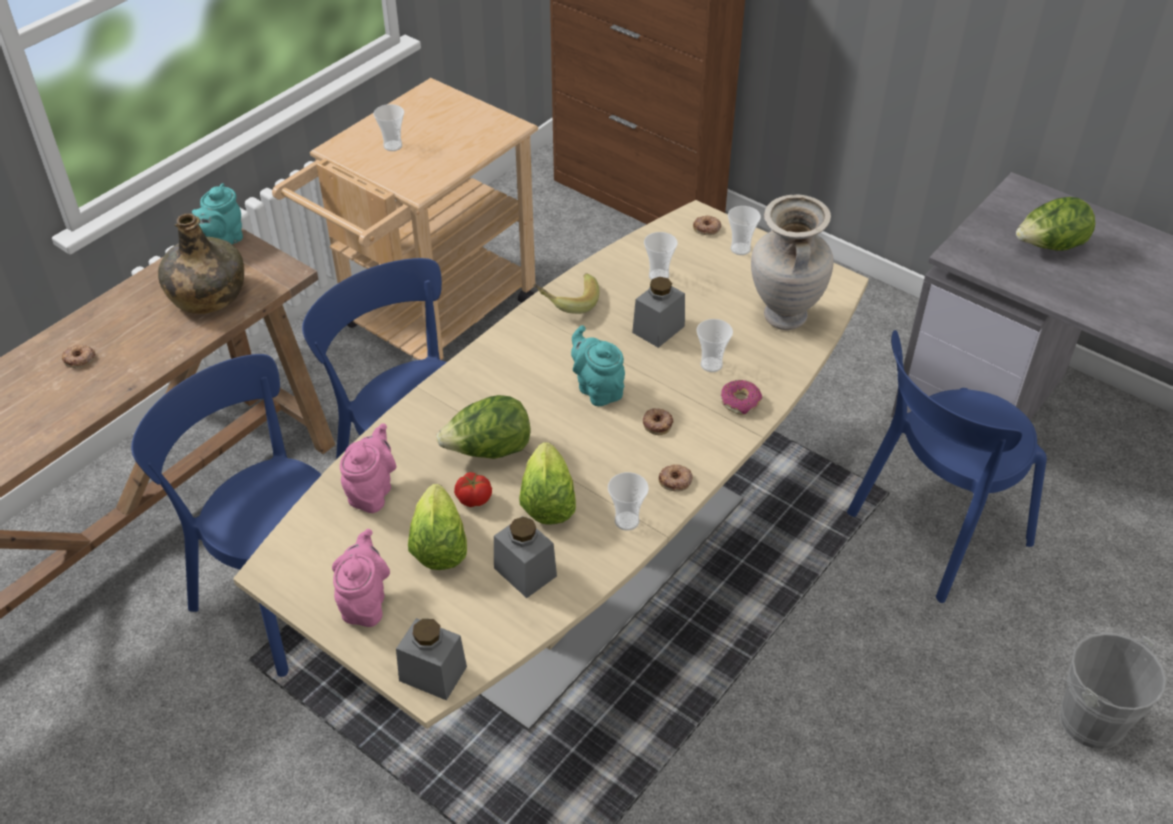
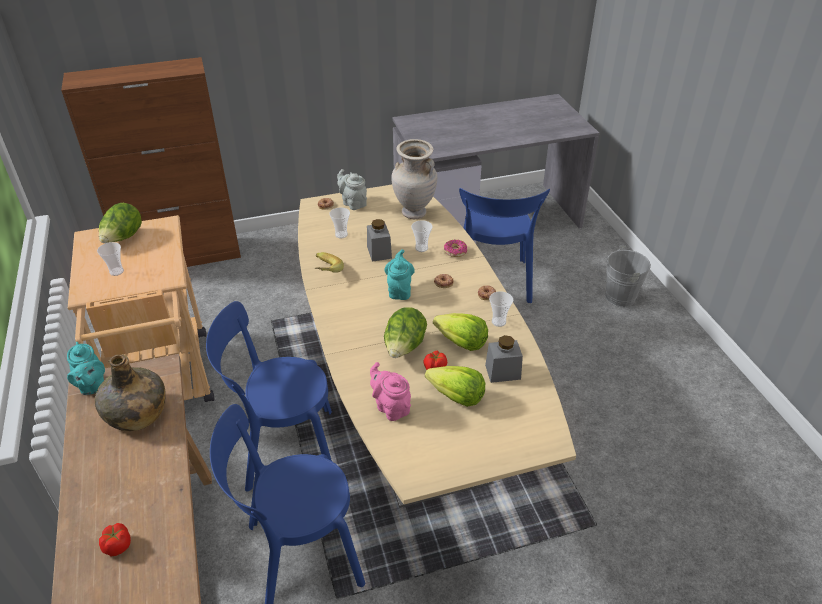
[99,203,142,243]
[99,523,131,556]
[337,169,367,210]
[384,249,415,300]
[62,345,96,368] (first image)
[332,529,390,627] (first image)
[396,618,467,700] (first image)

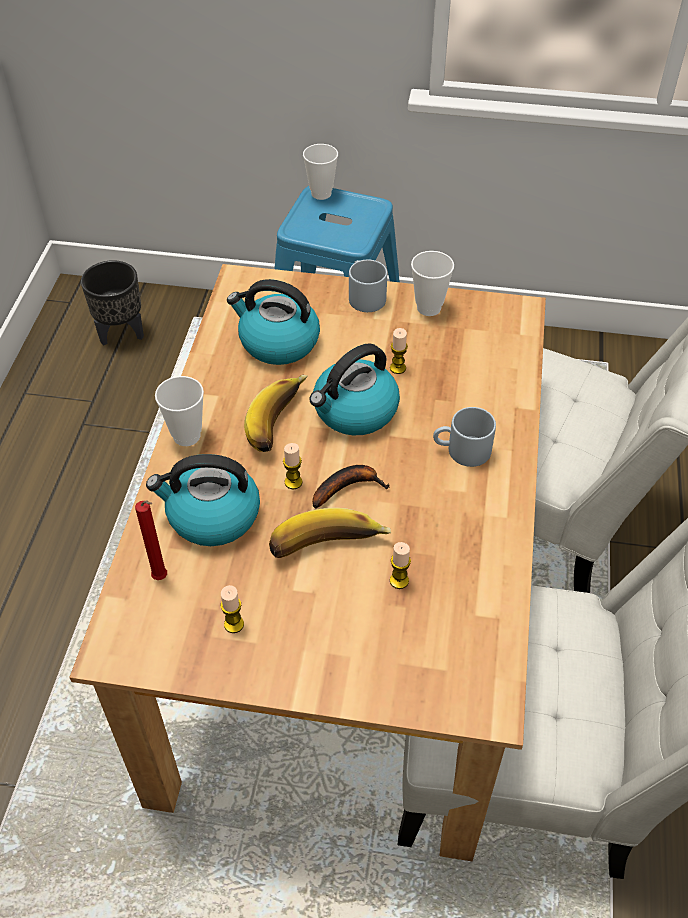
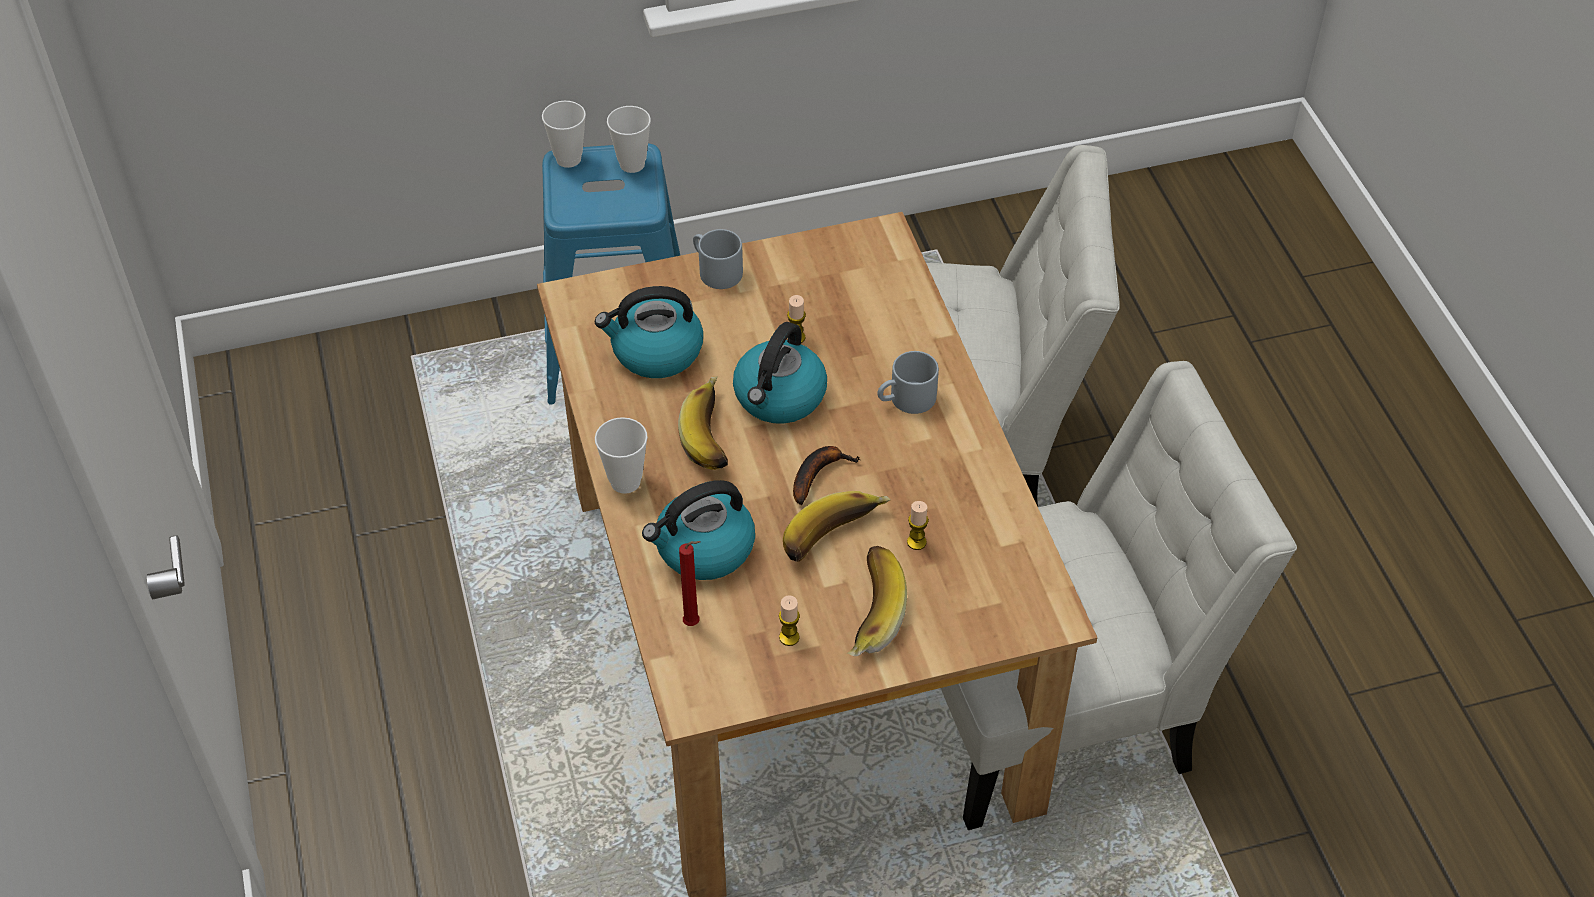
[607,106,651,173]
[847,546,907,656]
[81,260,144,346] (first image)
[283,443,303,489] (first image)

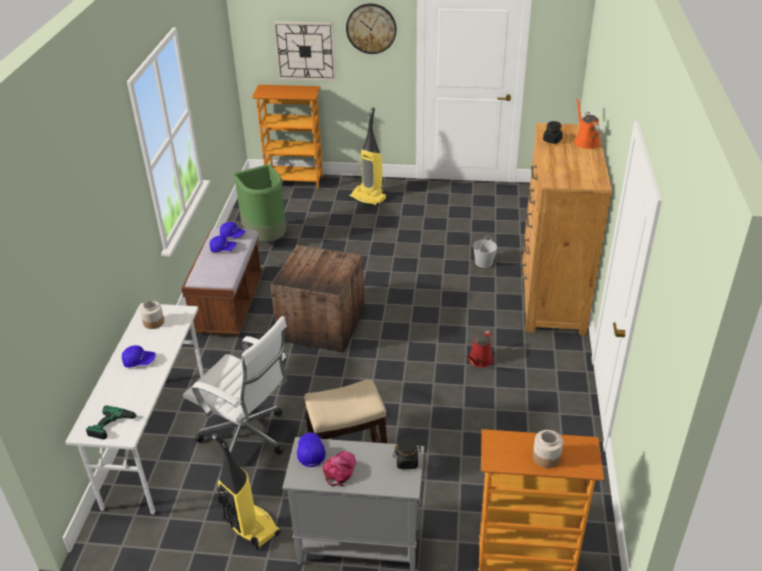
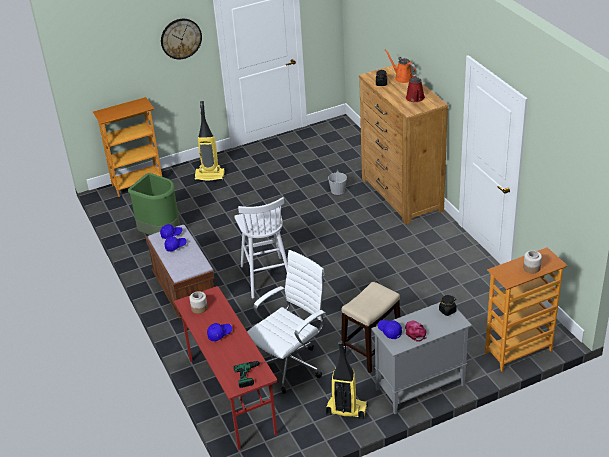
[174,286,278,450]
[234,197,288,299]
[247,250,326,394]
[406,74,425,102]
[273,21,336,81] (first image)

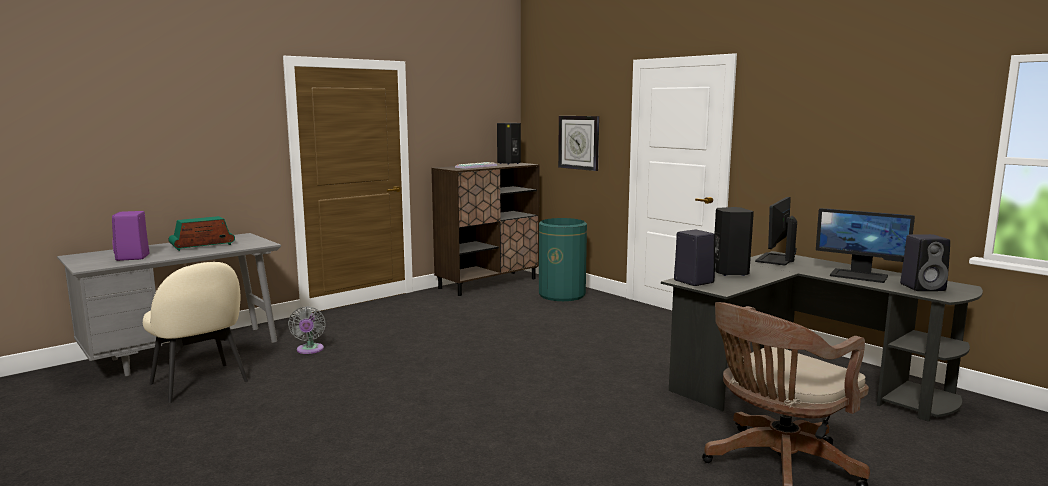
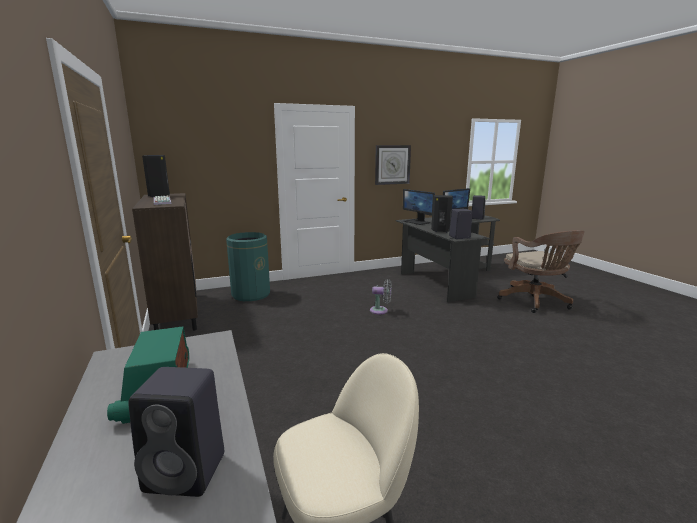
[128,367,224,497]
[370,279,392,314]
[375,145,411,185]

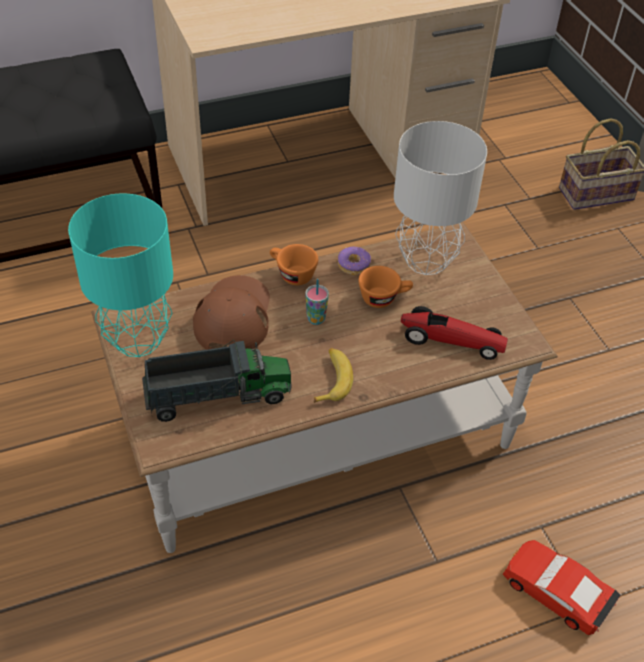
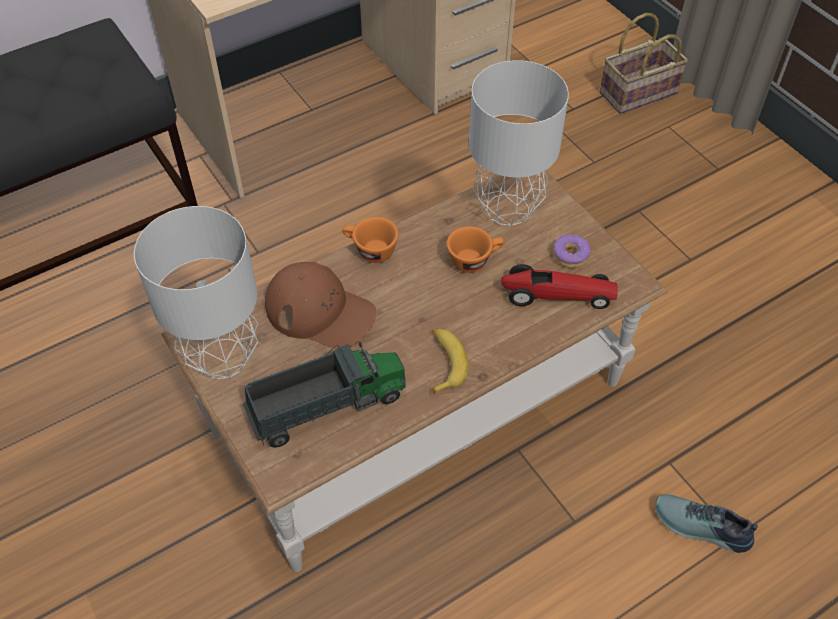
[134,206,258,379]
[265,262,376,349]
[553,234,591,268]
[655,494,758,553]
[305,279,329,325] (first image)

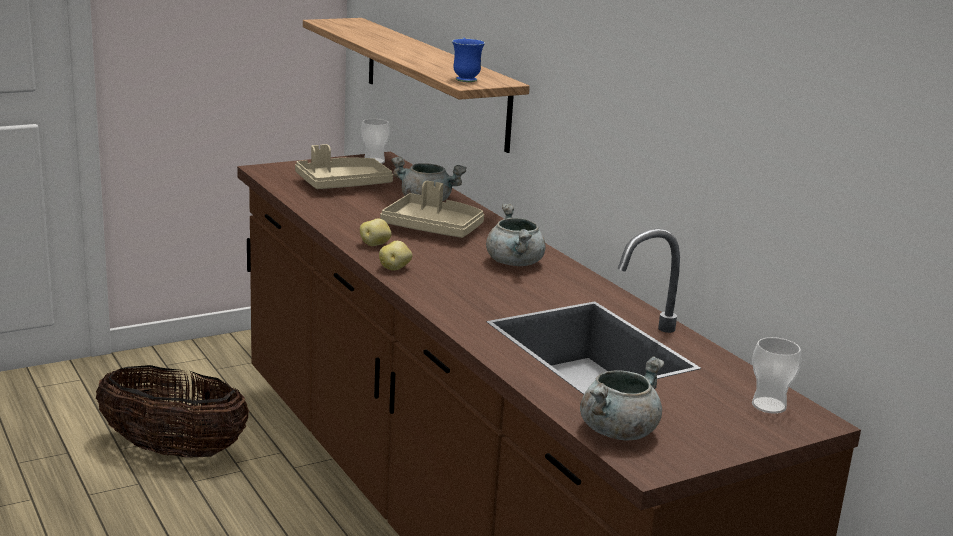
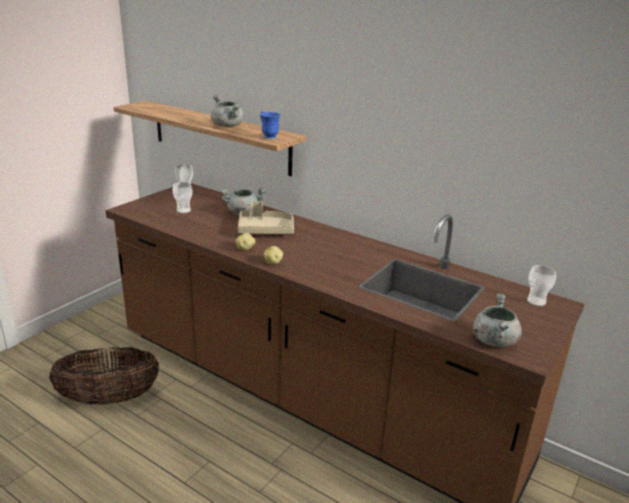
[172,182,193,213]
[211,95,244,127]

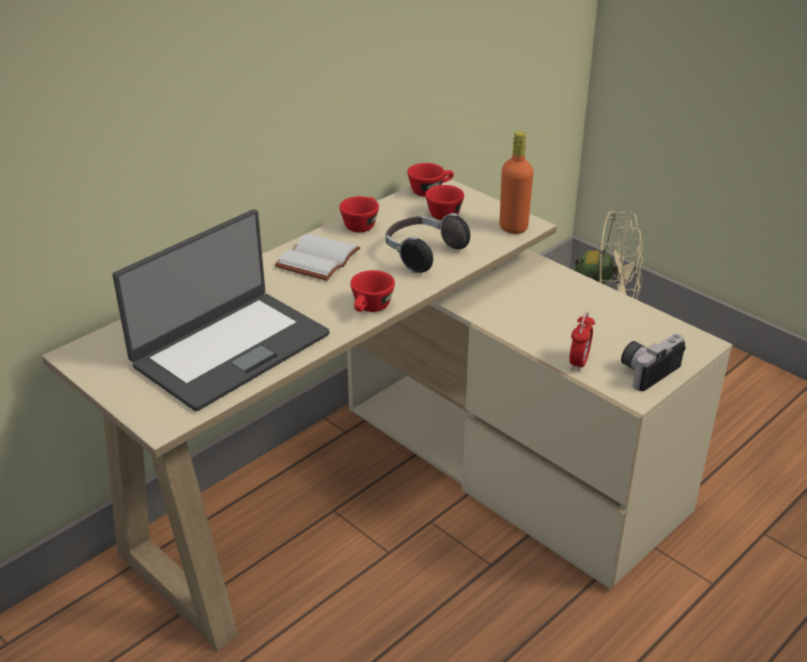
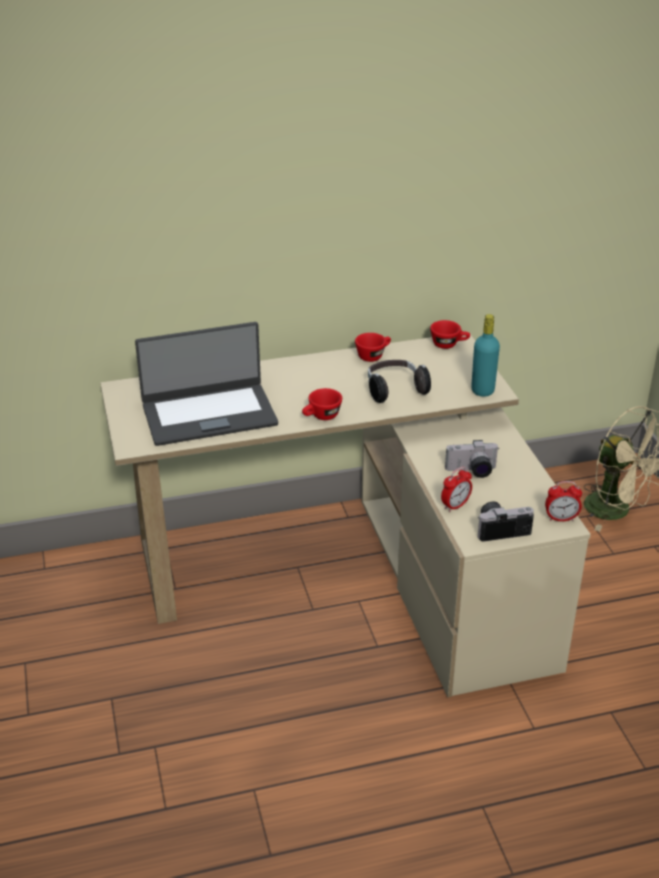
[445,440,498,478]
[471,314,500,397]
[545,481,582,521]
[275,233,360,281] (first image)
[425,185,464,220] (first image)

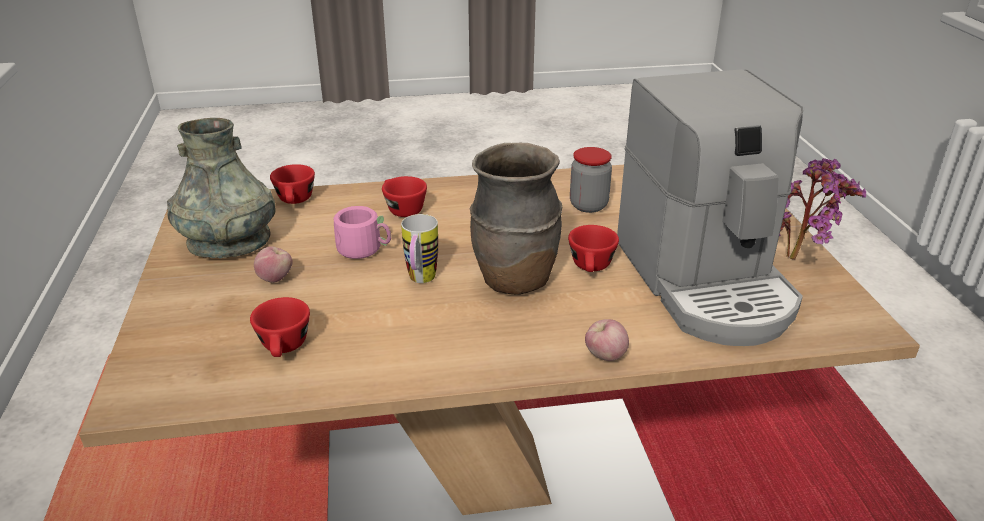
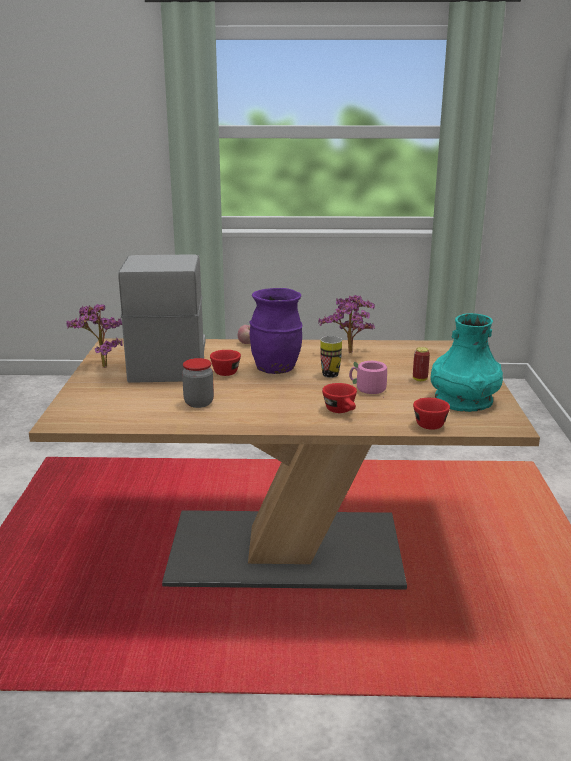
[249,288,302,374]
[318,295,375,353]
[413,347,430,381]
[430,313,503,412]
[250,297,310,357] (first image)

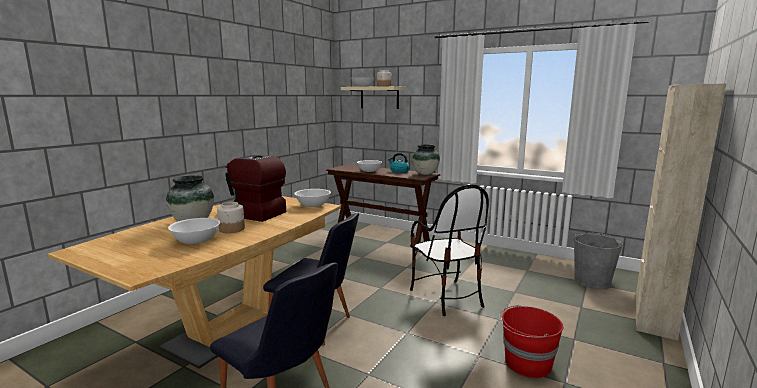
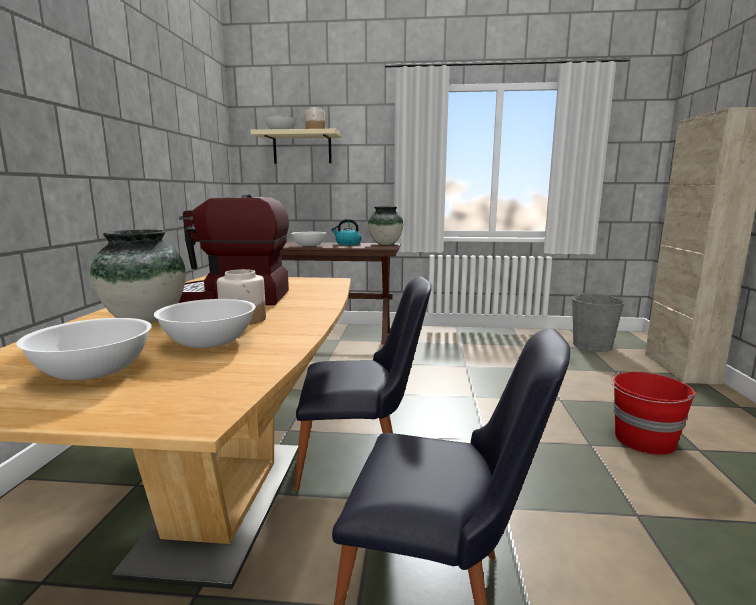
[16,318,152,380]
[410,184,489,316] (first image)

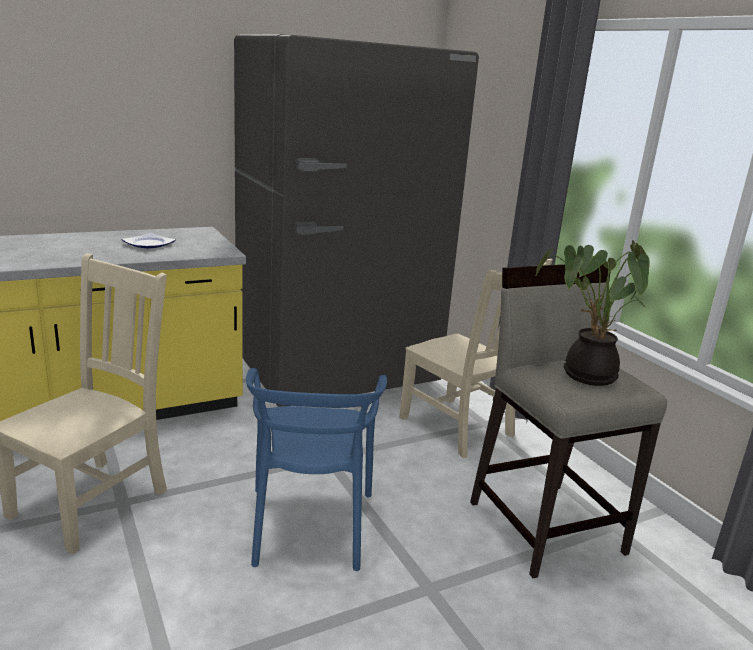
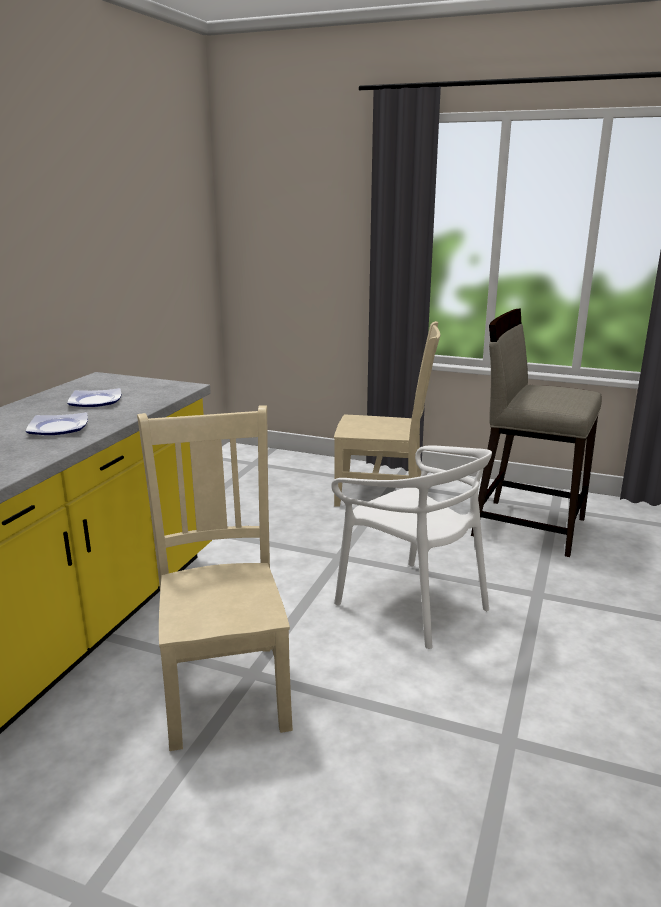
[26,412,88,435]
[331,445,492,649]
[234,34,479,407] (first image)
[535,240,650,386] (first image)

